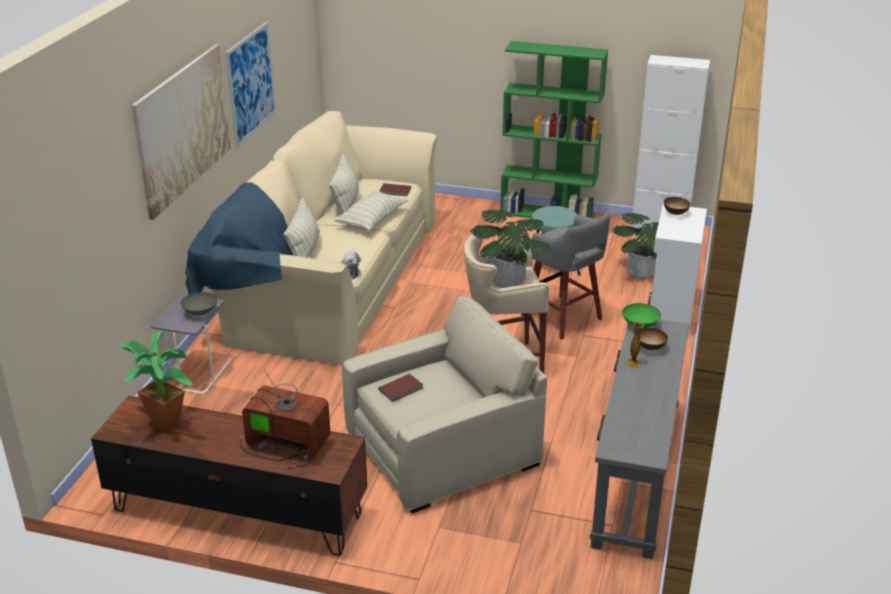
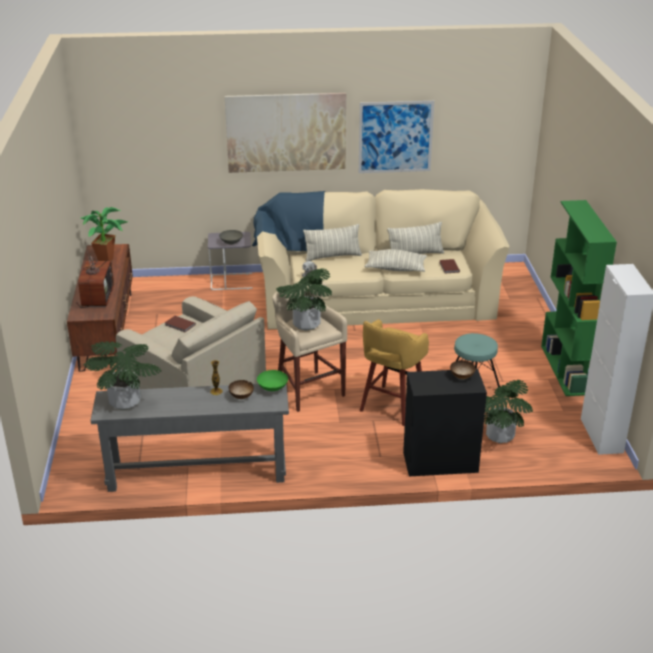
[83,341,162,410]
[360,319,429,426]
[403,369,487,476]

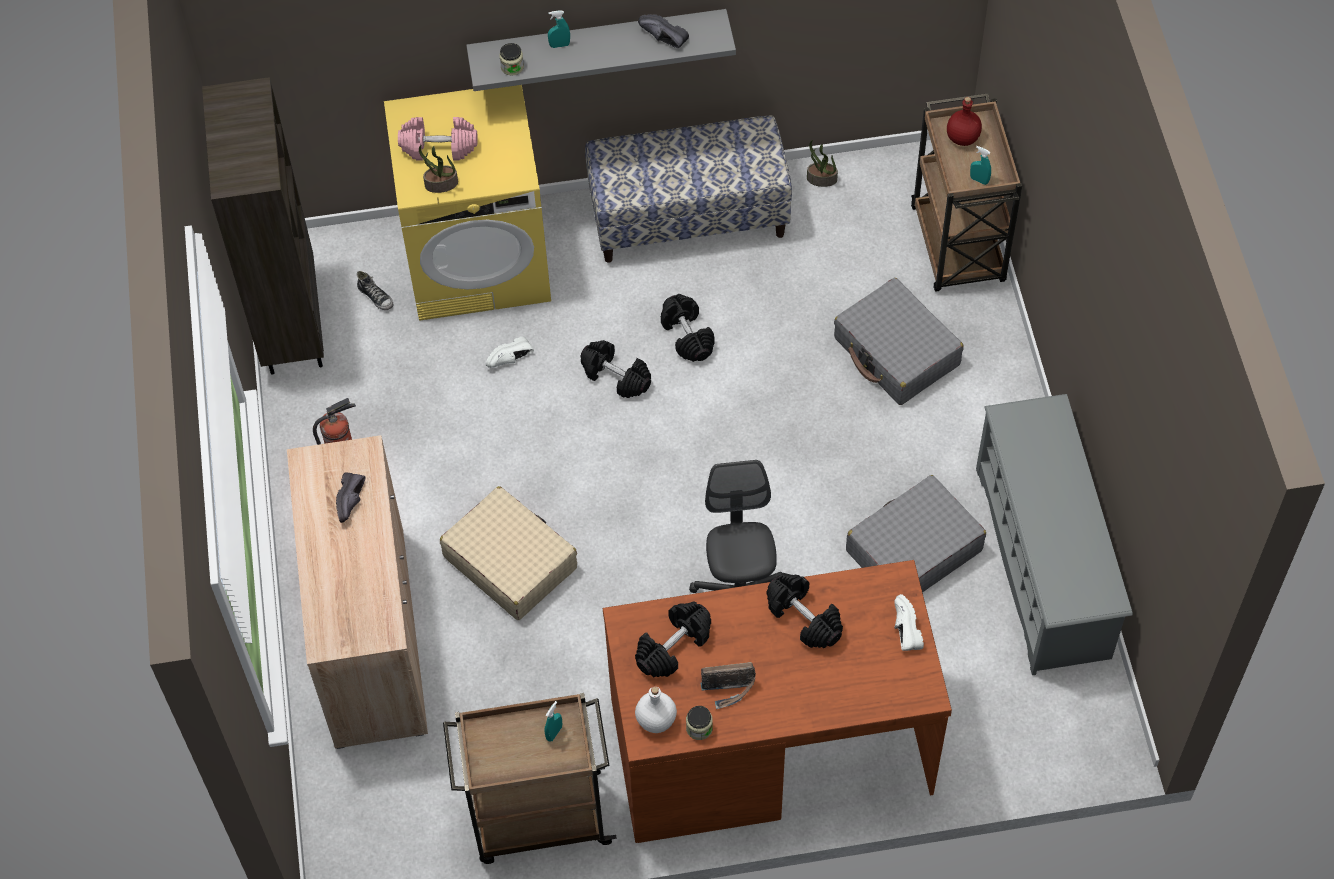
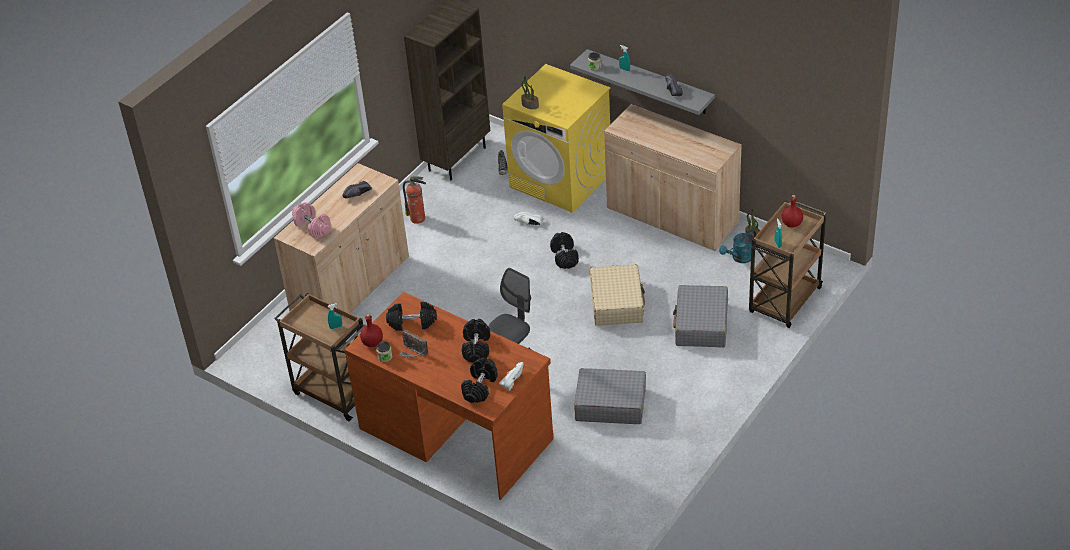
[292,202,331,238]
[360,314,383,347]
[461,358,498,403]
[590,264,645,326]
[604,104,742,251]
[719,229,756,263]
[976,394,1133,675] (first image)

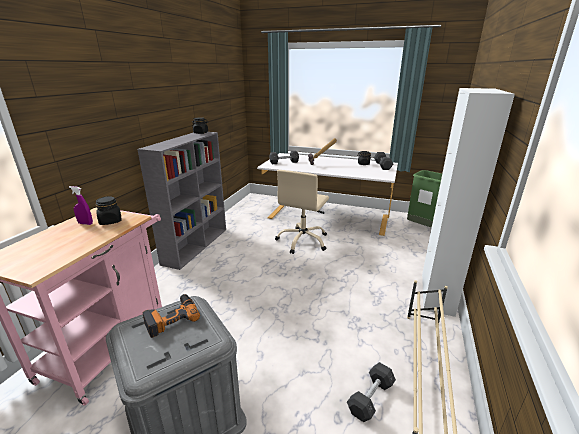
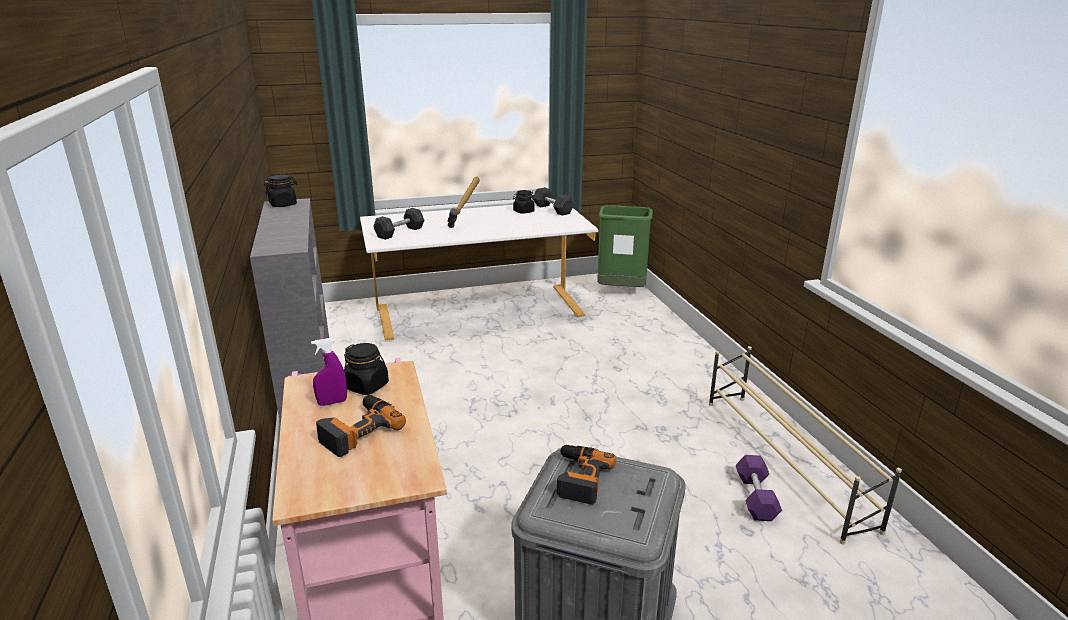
[316,395,406,457]
[736,455,782,521]
[275,170,329,254] (first image)
[422,88,515,317] (first image)

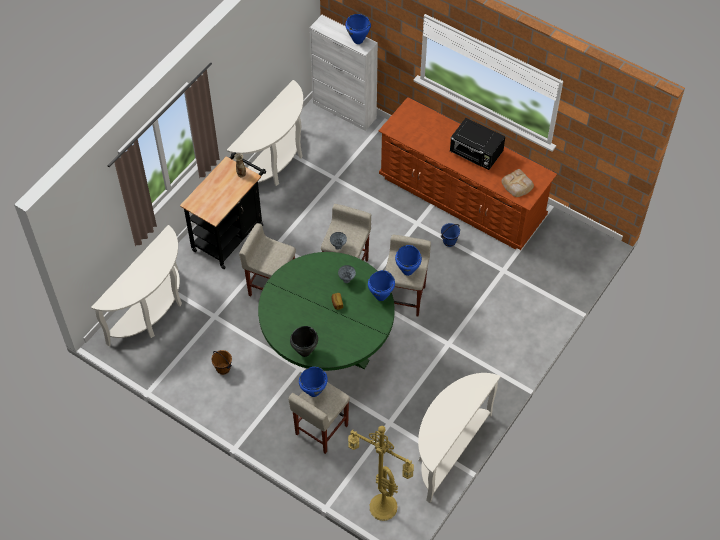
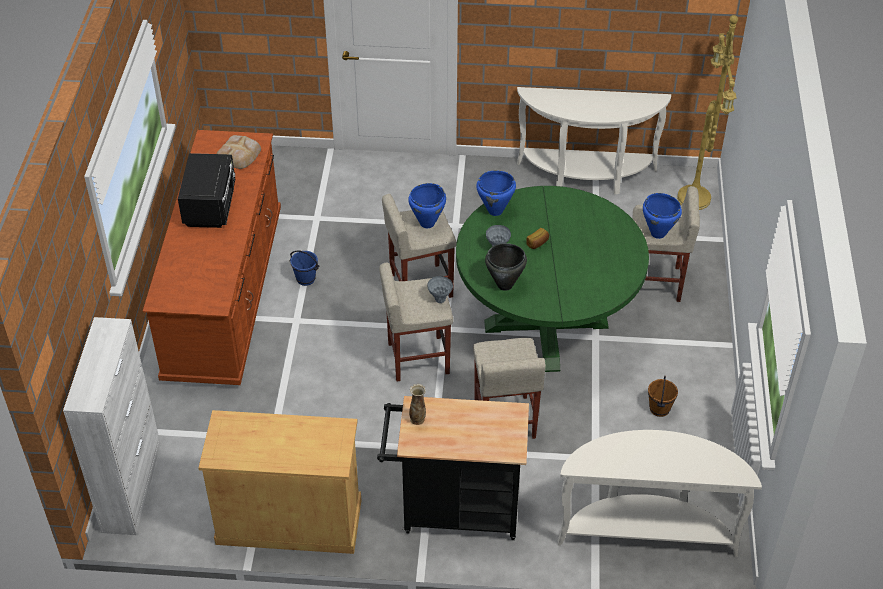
[199,410,361,554]
[485,243,527,291]
[345,14,371,44] (first image)

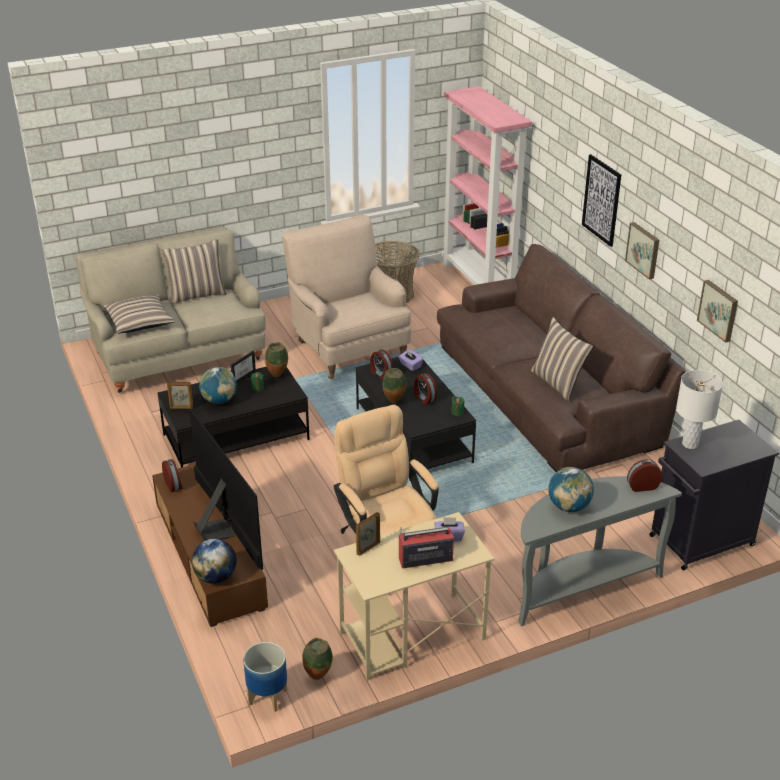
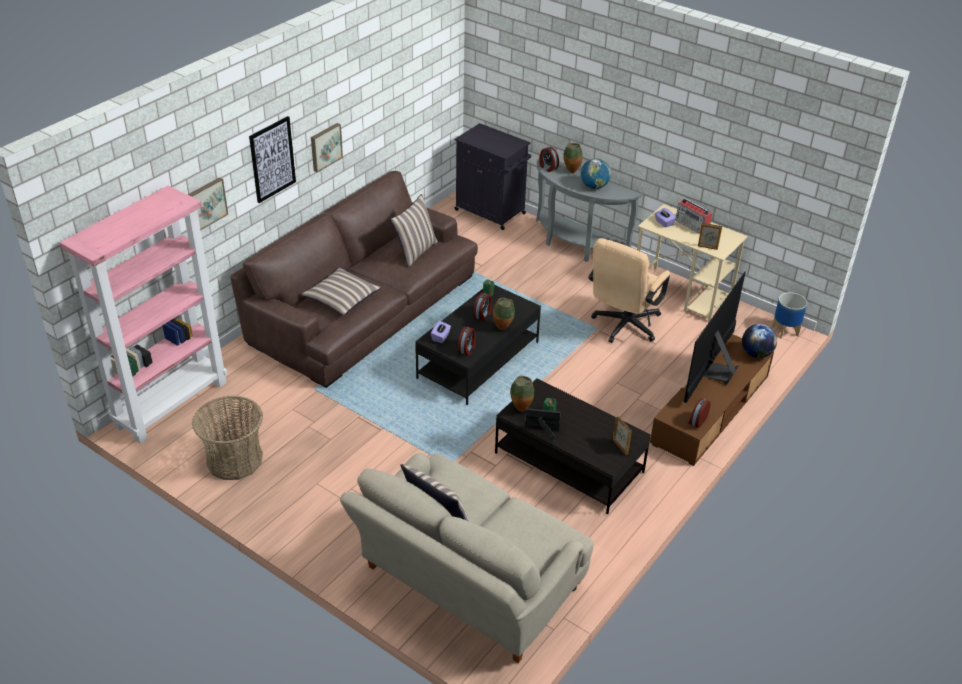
[188,177,228,230]
[301,268,381,315]
[563,143,582,173]
[199,367,237,404] (first image)
[282,215,411,379] (first image)
[676,370,723,449] (first image)

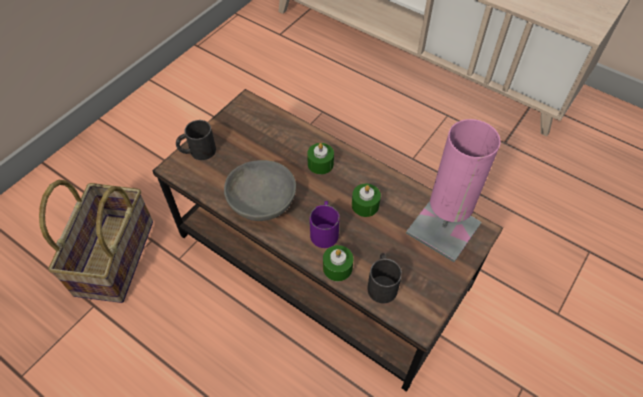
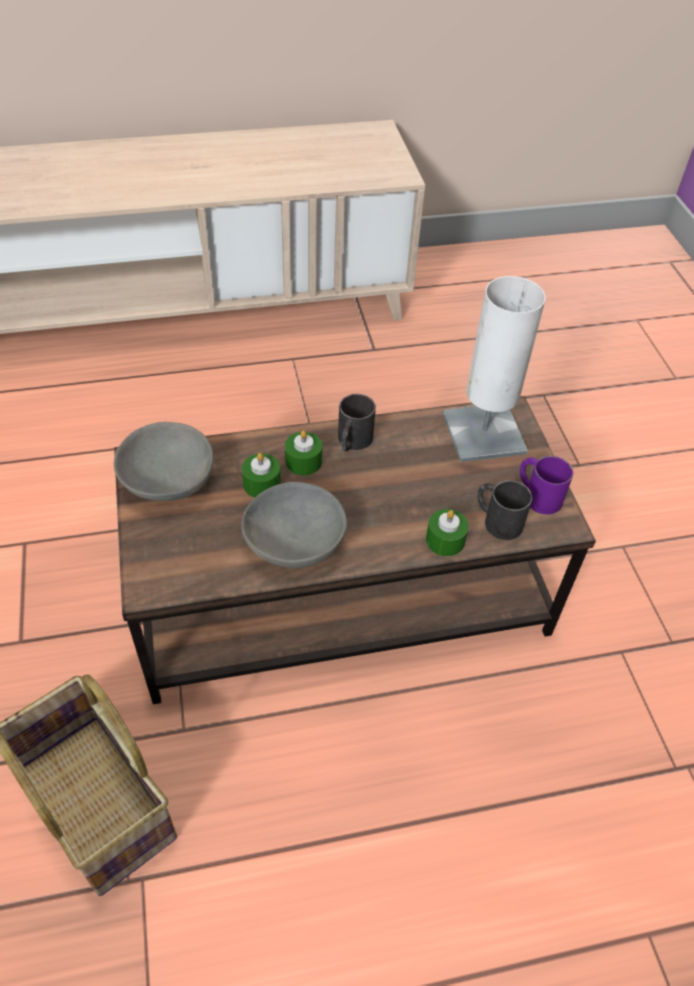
[114,422,213,501]
[242,453,281,497]
[338,394,376,451]
[443,276,546,462]
[520,456,573,515]

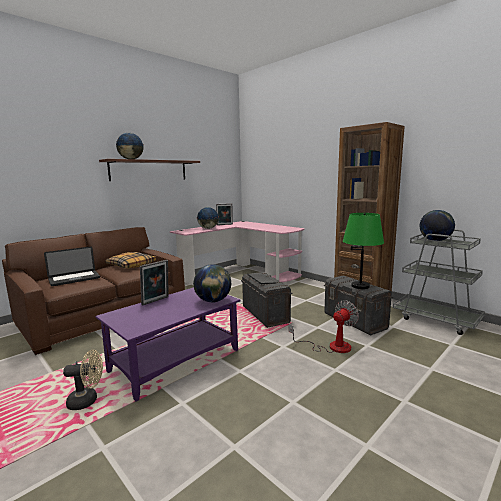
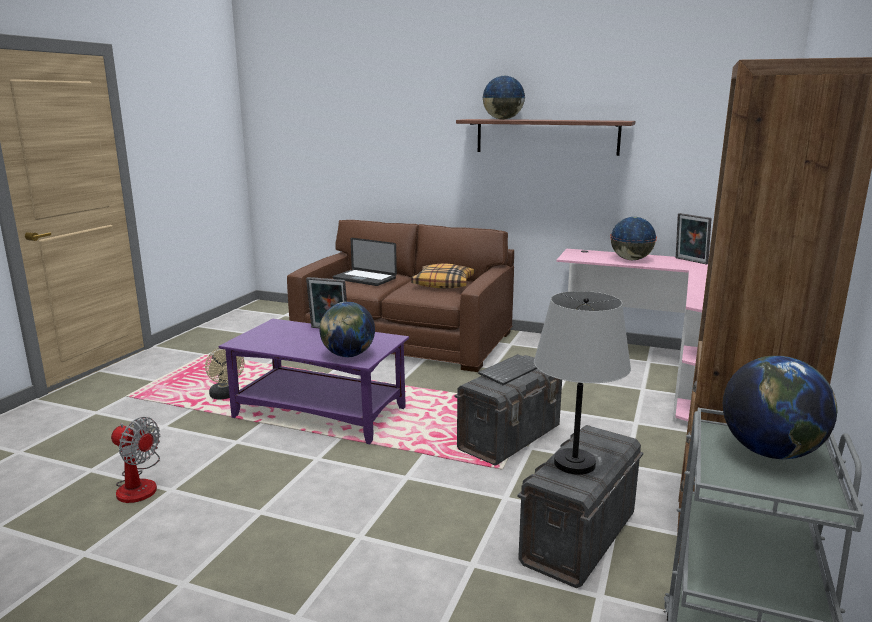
[111,417,160,503]
[534,291,631,475]

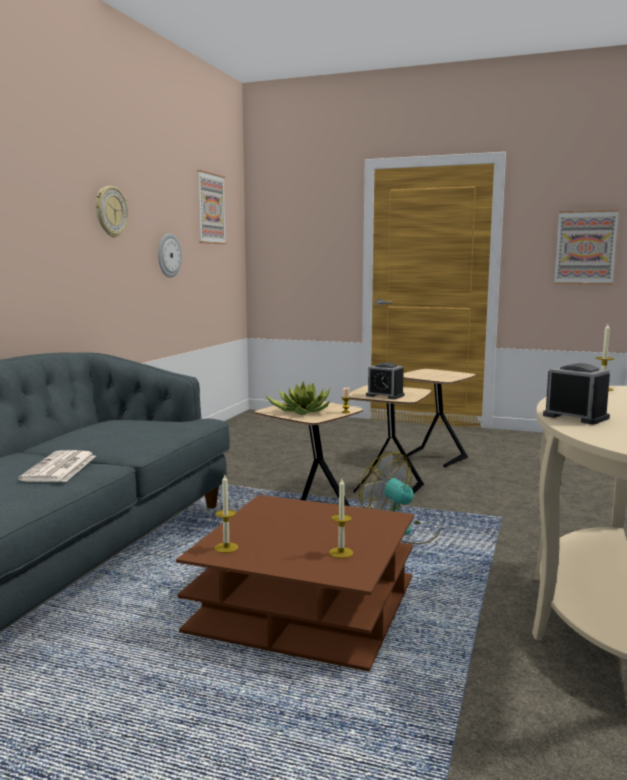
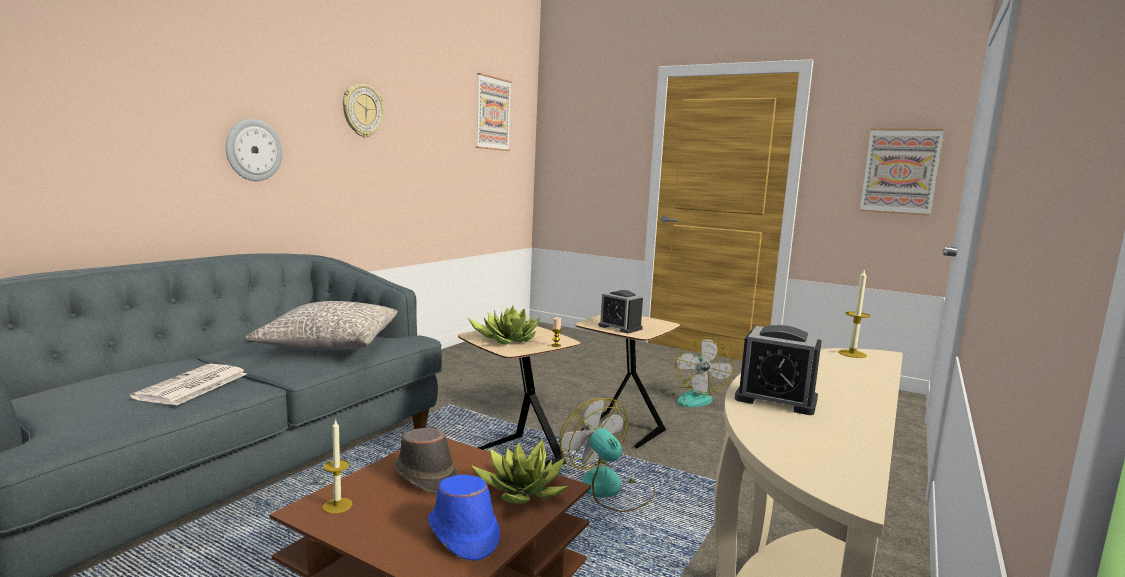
[226,119,283,181]
[245,301,398,350]
[393,428,458,494]
[428,475,500,561]
[471,439,568,504]
[661,337,734,407]
[735,325,822,415]

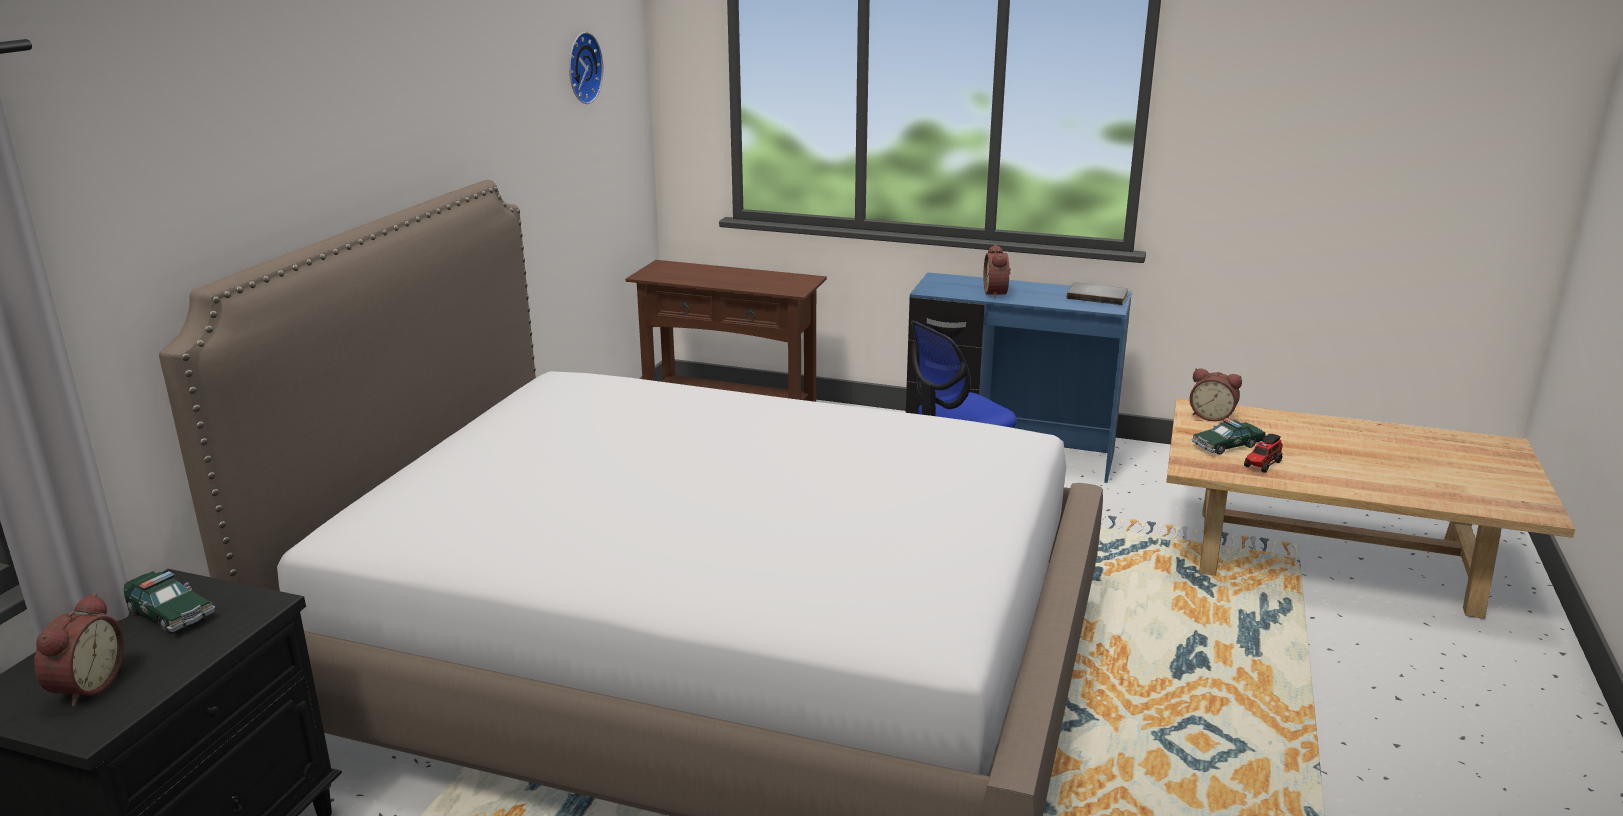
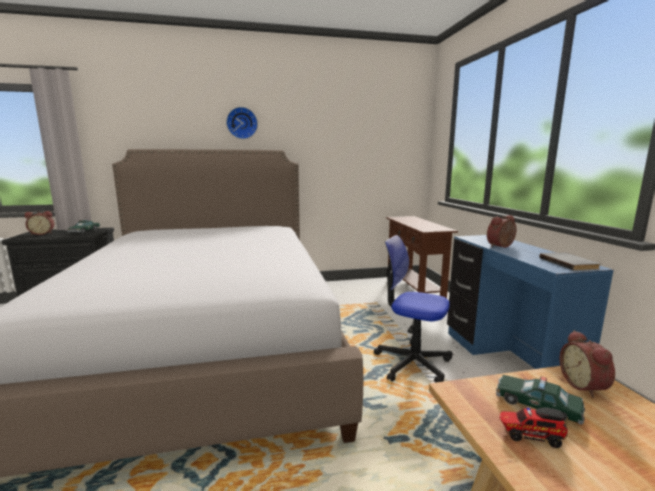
[226,107,258,139]

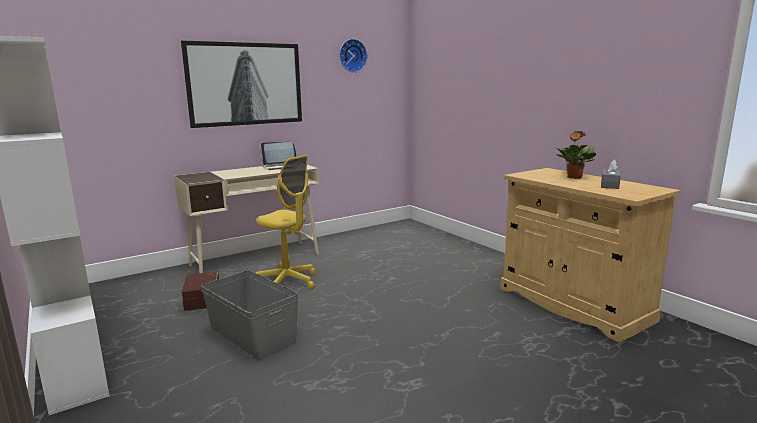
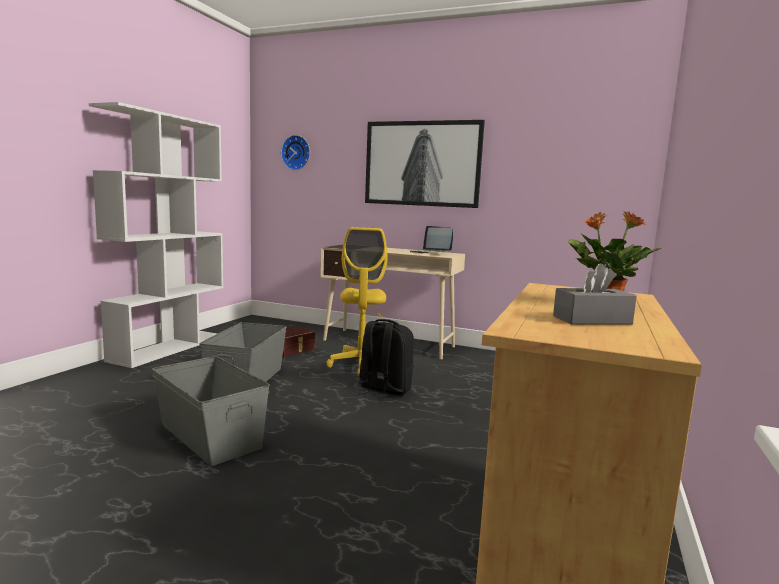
[152,356,270,466]
[281,135,310,170]
[359,319,414,401]

